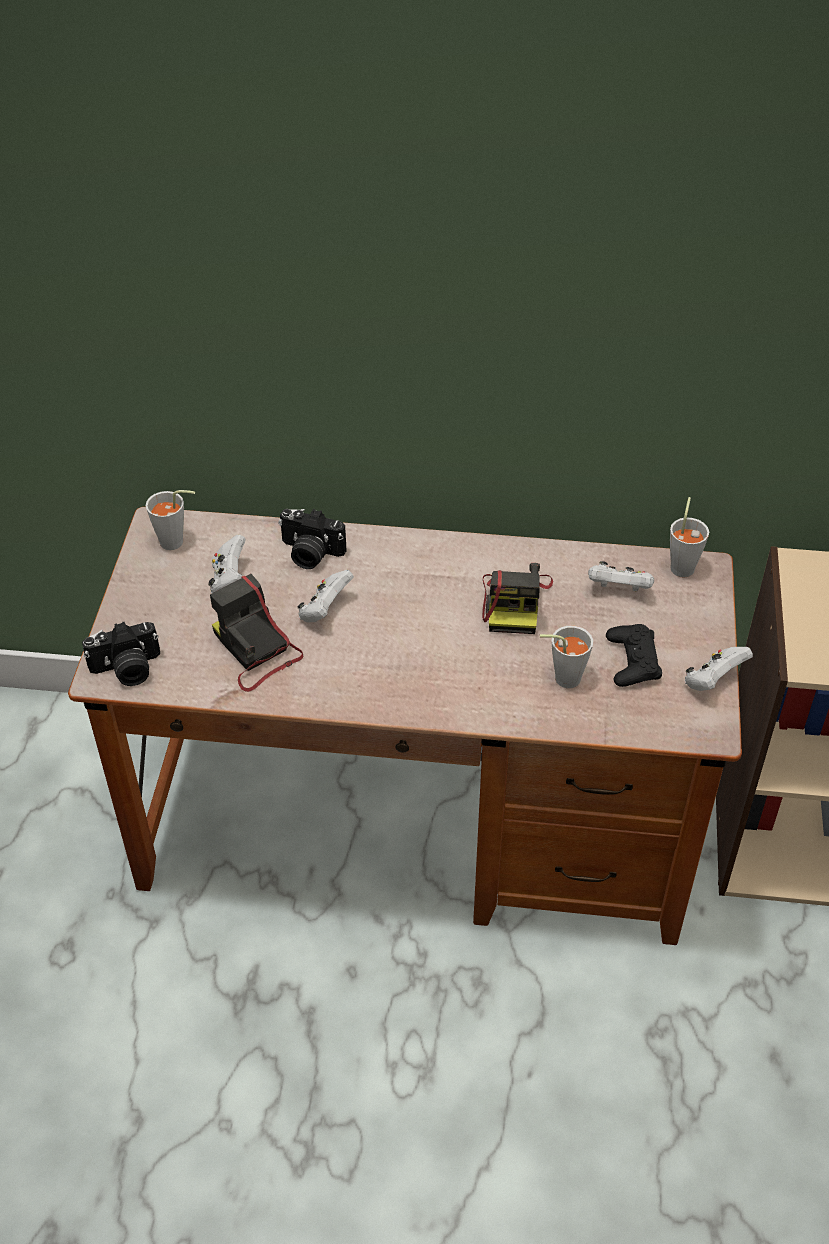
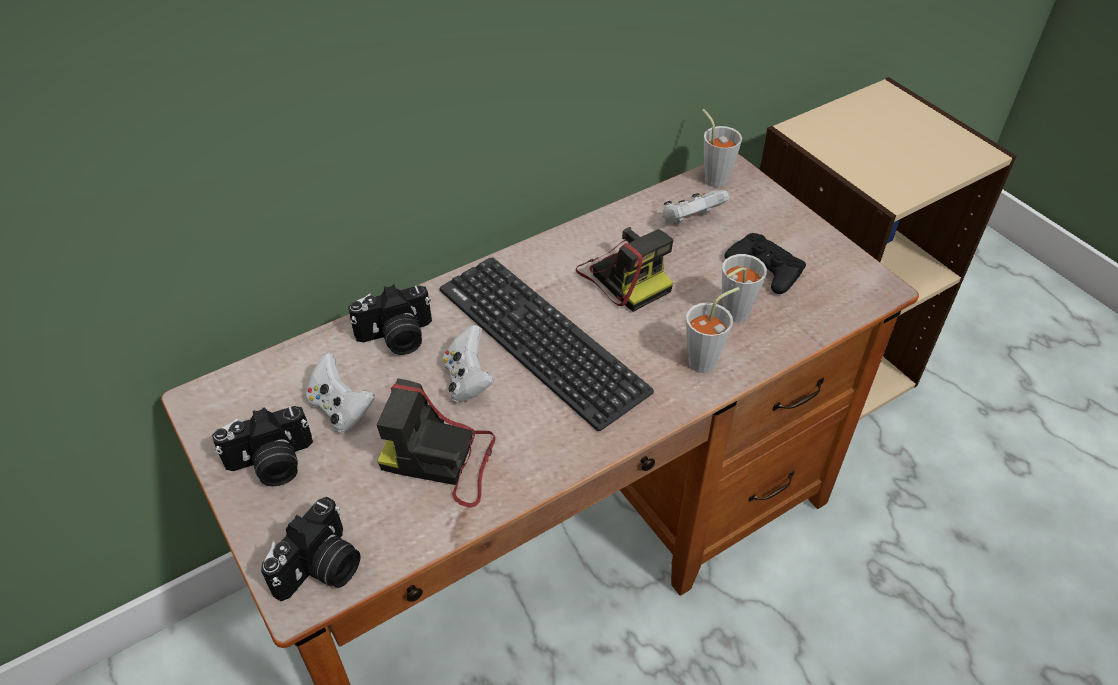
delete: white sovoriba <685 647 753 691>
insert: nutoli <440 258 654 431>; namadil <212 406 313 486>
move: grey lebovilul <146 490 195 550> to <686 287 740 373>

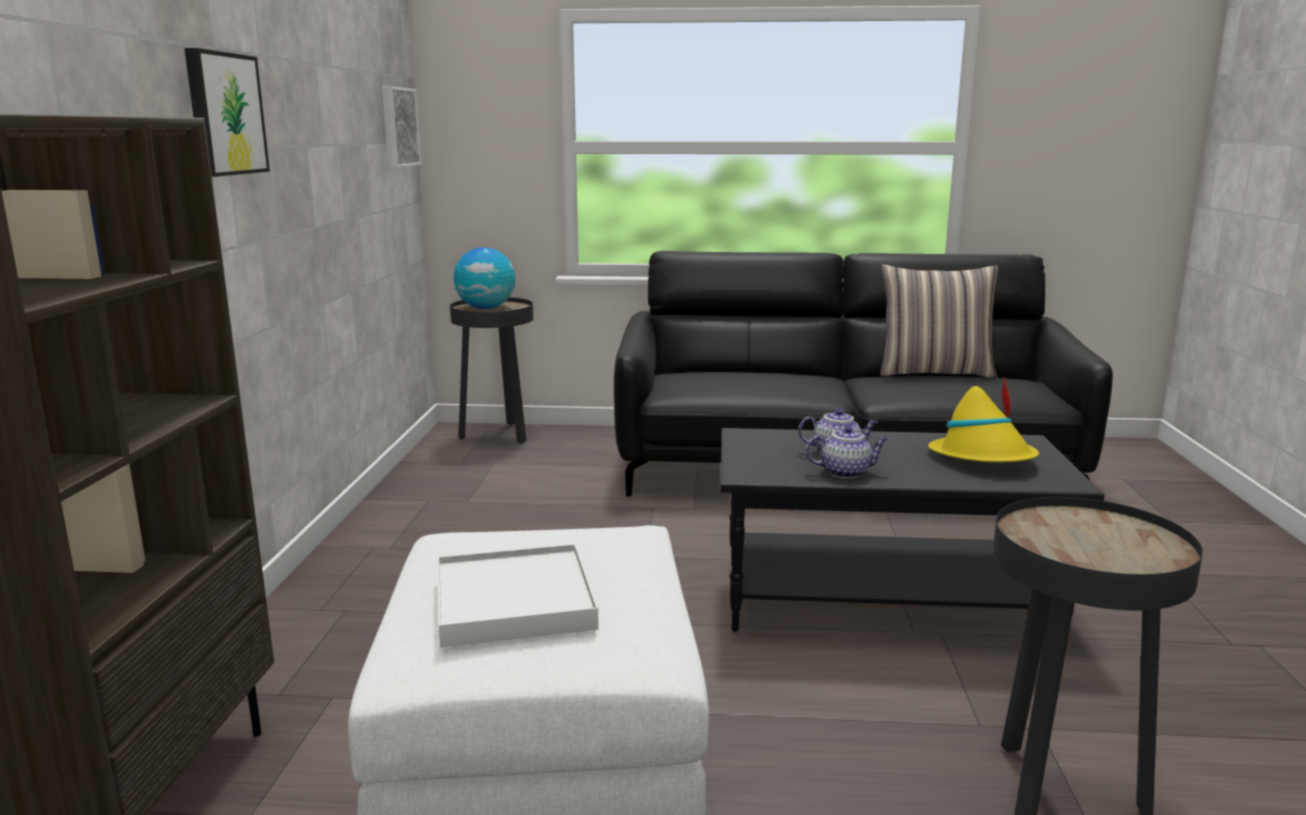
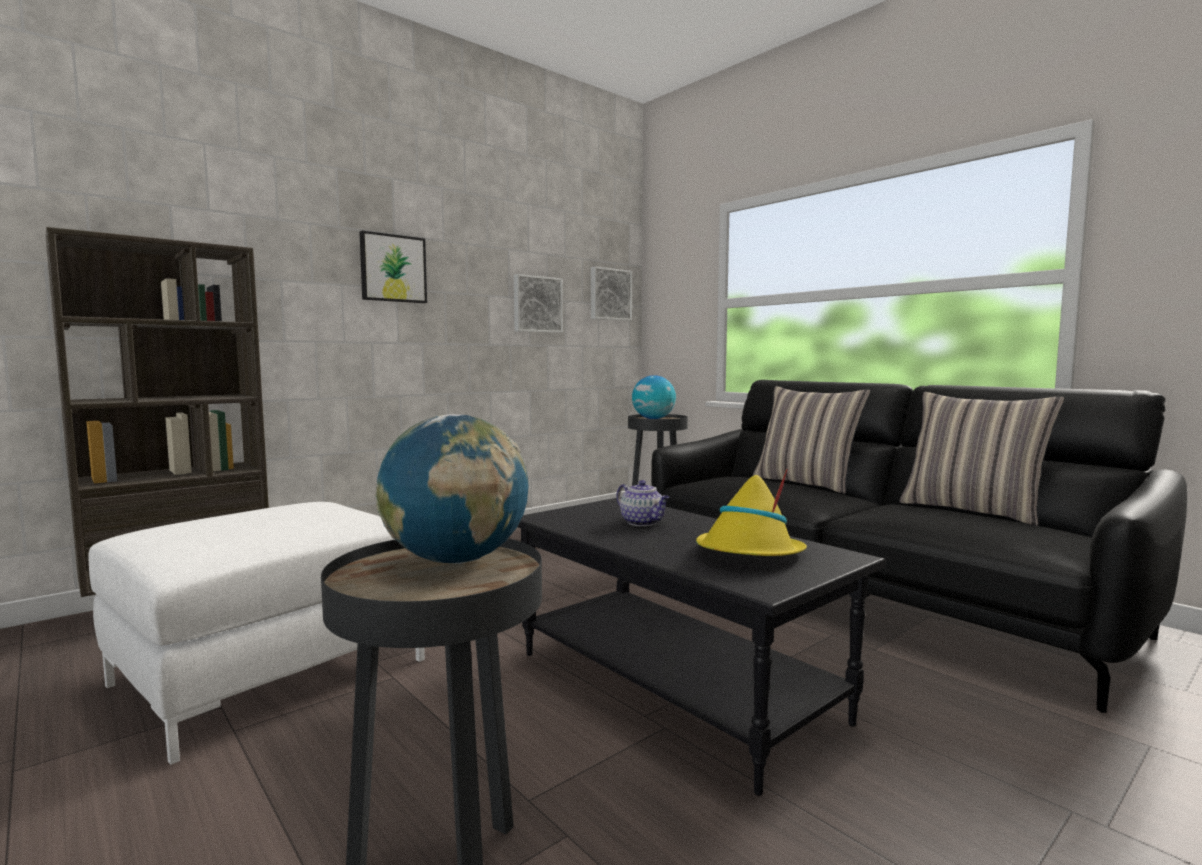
delete: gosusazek <806 426 888 478>; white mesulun <437 544 599 648>
insert: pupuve <514 274 563 333>; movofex <753 386 870 494>; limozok <375 414 529 564>

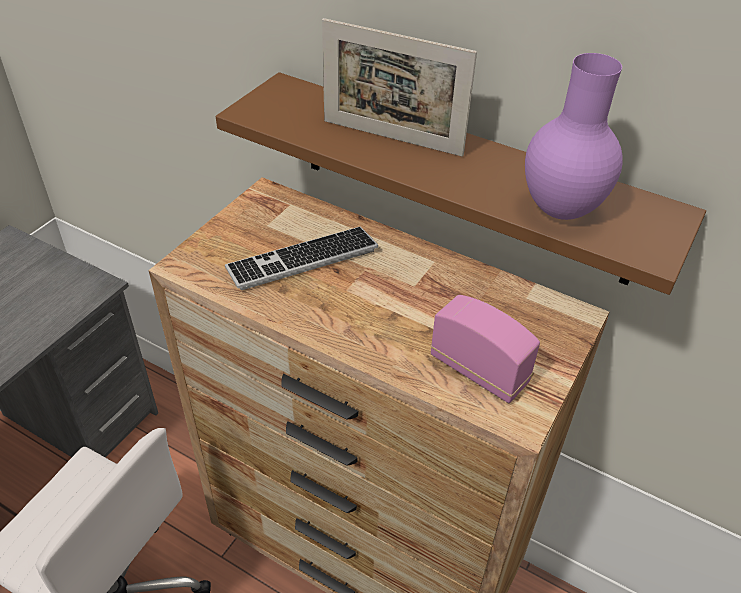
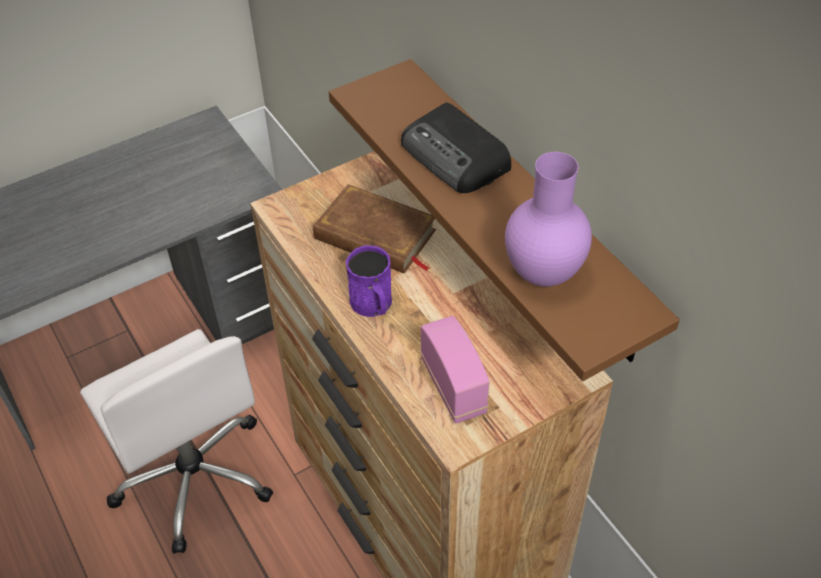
insert: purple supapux <345 245 392 317>
replace: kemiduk <322 18 477 157> to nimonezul <401 103 511 193>; nutoli <225 227 378 290> to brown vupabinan <313 184 436 273>

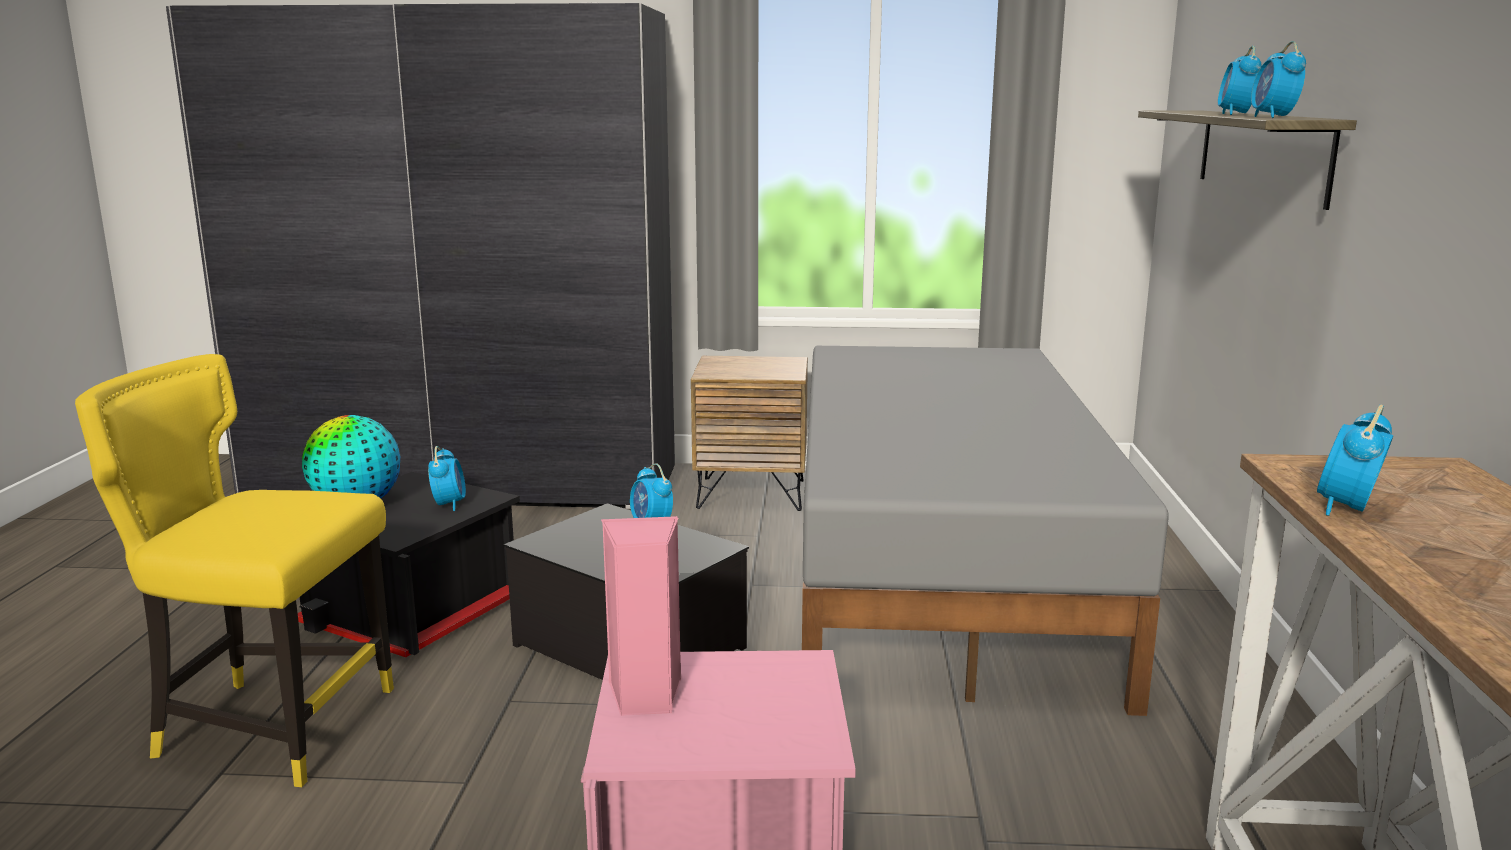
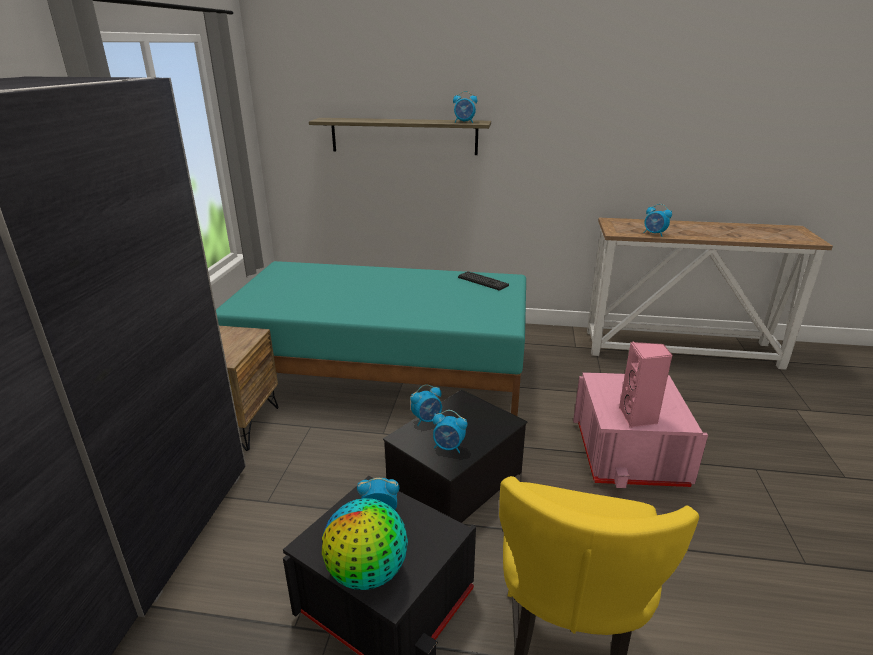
insert: nutoli <458 271 509 291>
move: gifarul <1218 46 1261 115> to <433 410 467 453>
recolor: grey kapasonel <802 346 1169 716> to turquoise kapasonel <216 261 526 416>

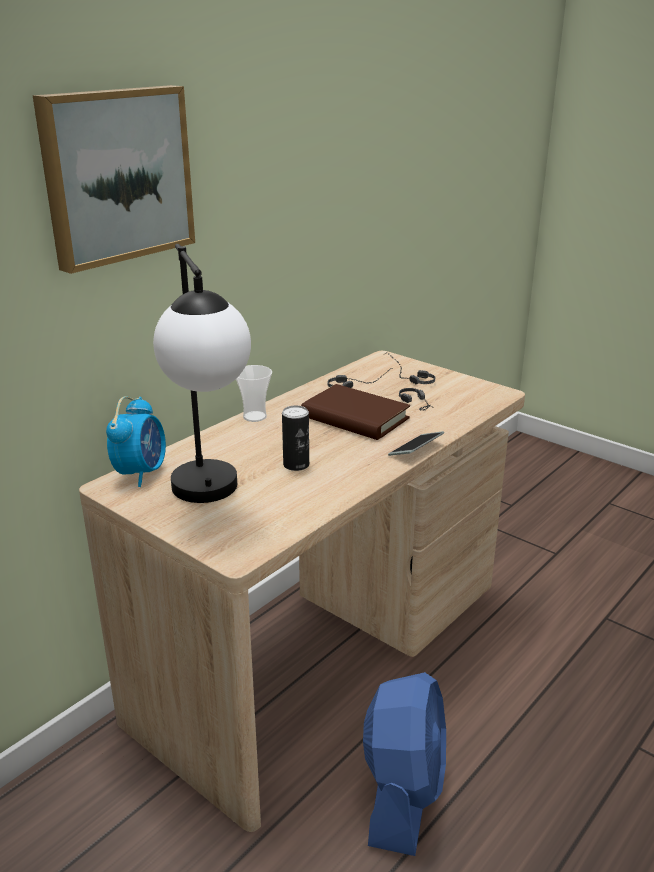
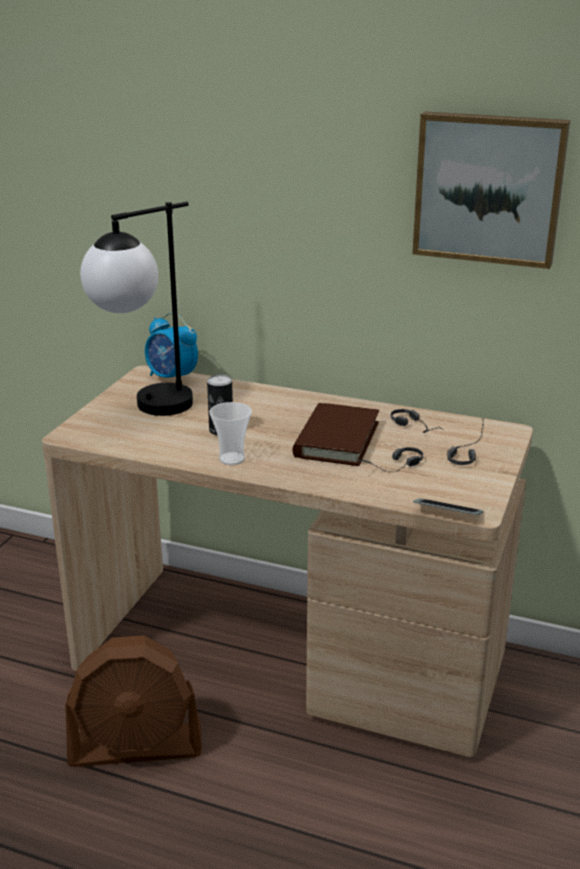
move: pupuve <33 85 195 274> to <412 111 570 269>; lebovilul <236 365 272 422> to <209 402 252 465>; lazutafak <388 431 444 456> to <413 498 484 515>
recolor: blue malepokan <363 672 446 856> to brown malepokan <65 635 202 767>
rotate: gifarul <106 396 166 487> = <145 312 198 378> 45 degrees clockwise

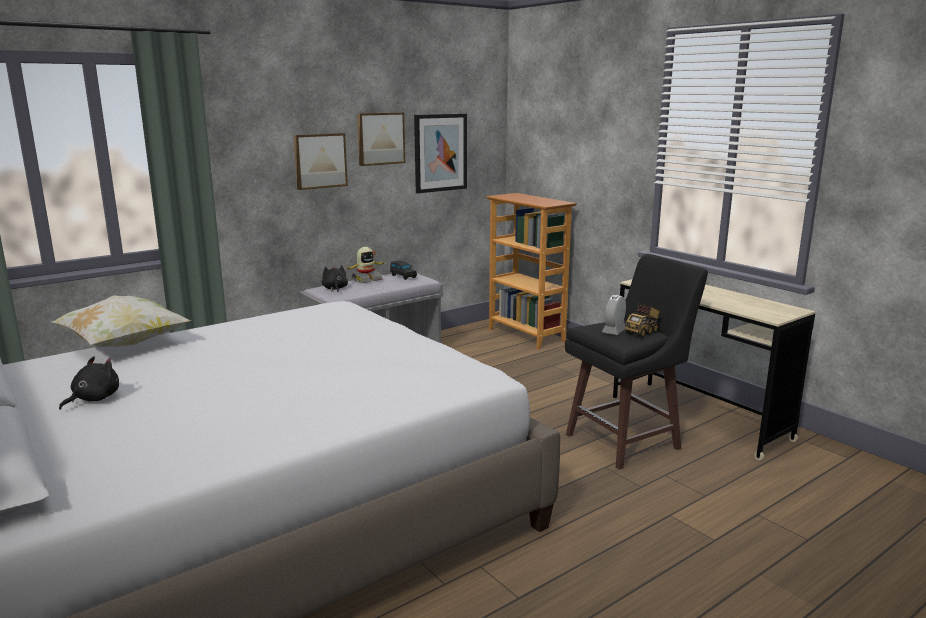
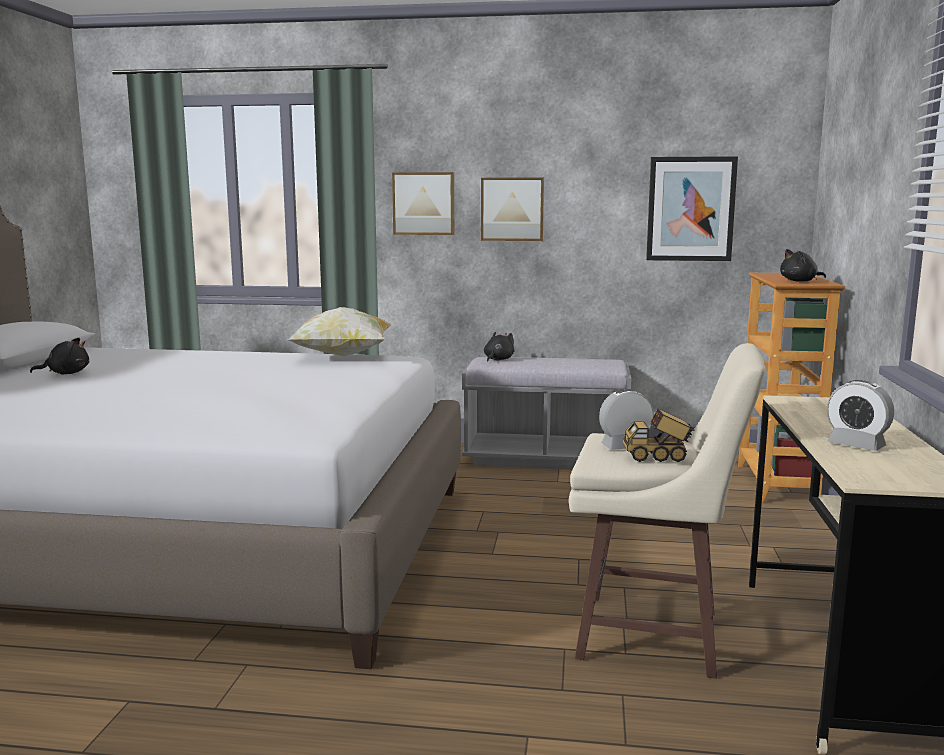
delete: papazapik <346 247 385 283>; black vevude <390 260 417 280>
insert: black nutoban <780 249 826 282>; gifarul <827 380 894 451>
move: pupuve <357 112 405 166> to <392 172 454 235>; movofex <51 295 191 347> to <288 307 393 356>
recolor: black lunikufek <565 254 708 470> to beige lunikufek <569 343 766 679>

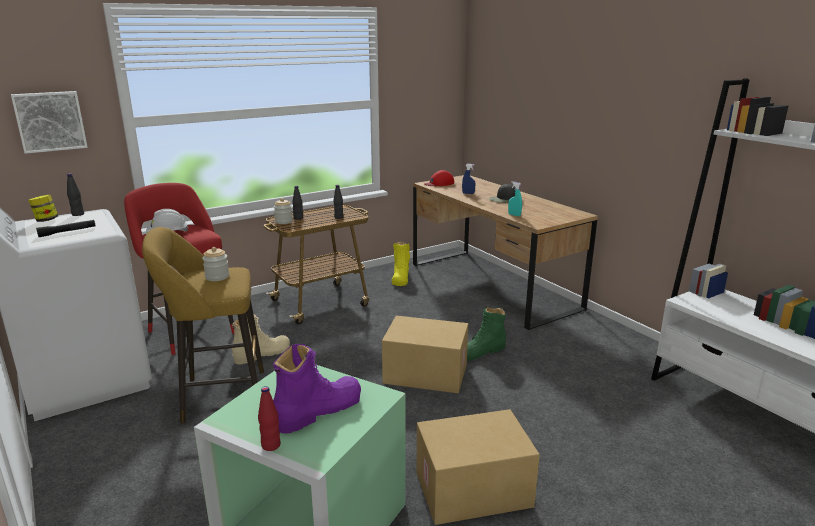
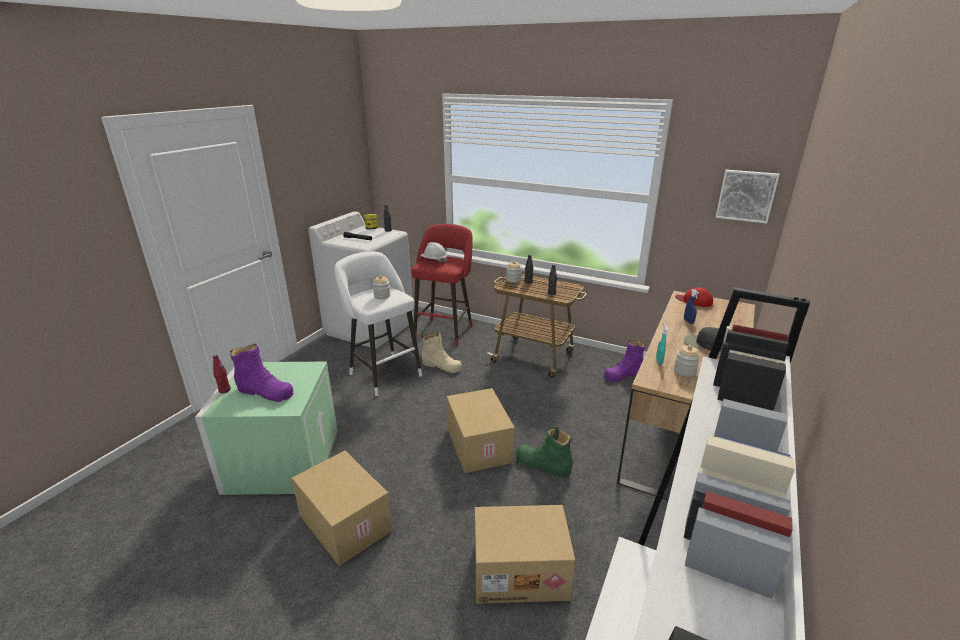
insert: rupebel <674 345 700 377>; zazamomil <475 505 575 604>
move: pupuve <11 91 88 154> to <715 170 780 224>
recolor: yellow lunikufek <142 227 264 423> to white lunikufek <334 251 422 396>; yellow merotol <392 241 410 286> to purple merotol <604 340 645 382>

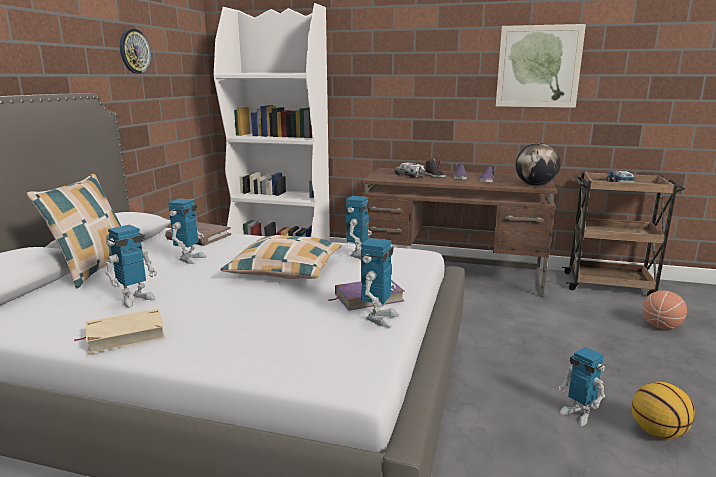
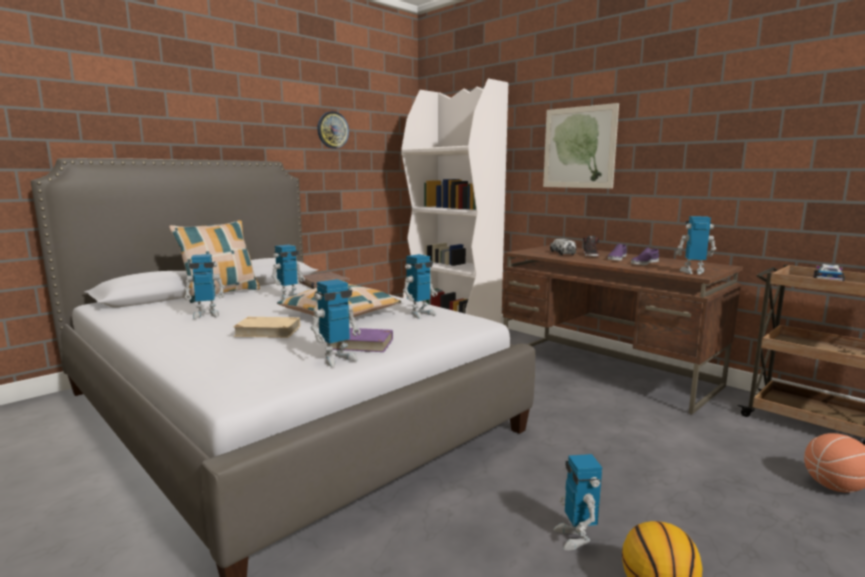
move: pupuve <496 24 586 108> to <543 103 619 189>; beige vupabinan <74 309 165 354> to <233 317 300 338>
replace: limozok <515 143 561 186> to papazapik <676 216 716 274>

